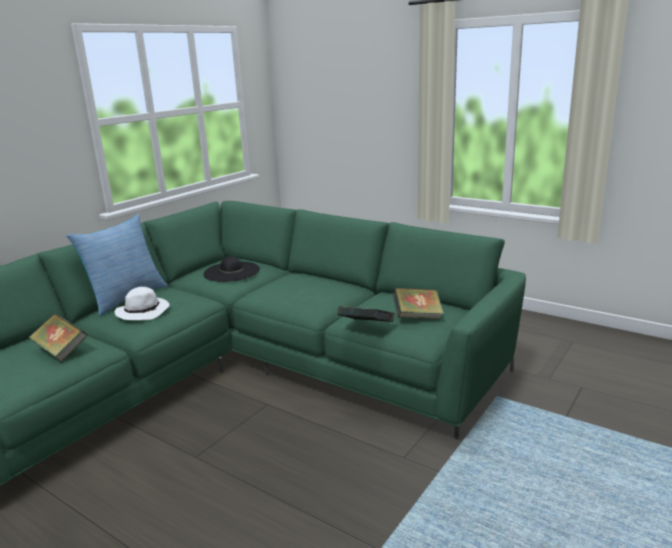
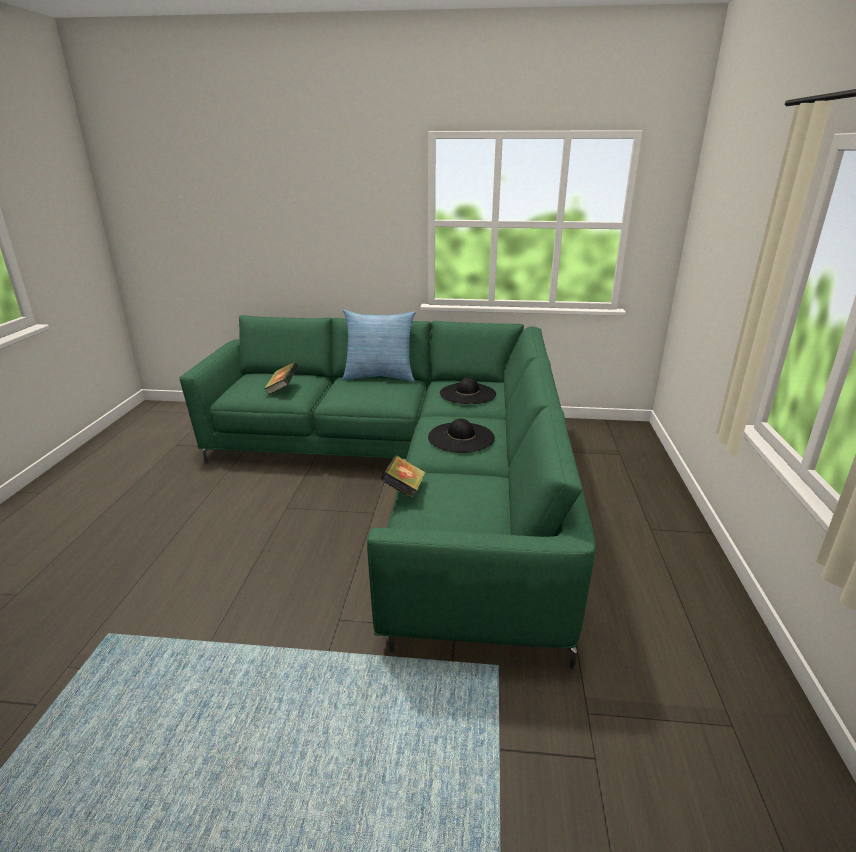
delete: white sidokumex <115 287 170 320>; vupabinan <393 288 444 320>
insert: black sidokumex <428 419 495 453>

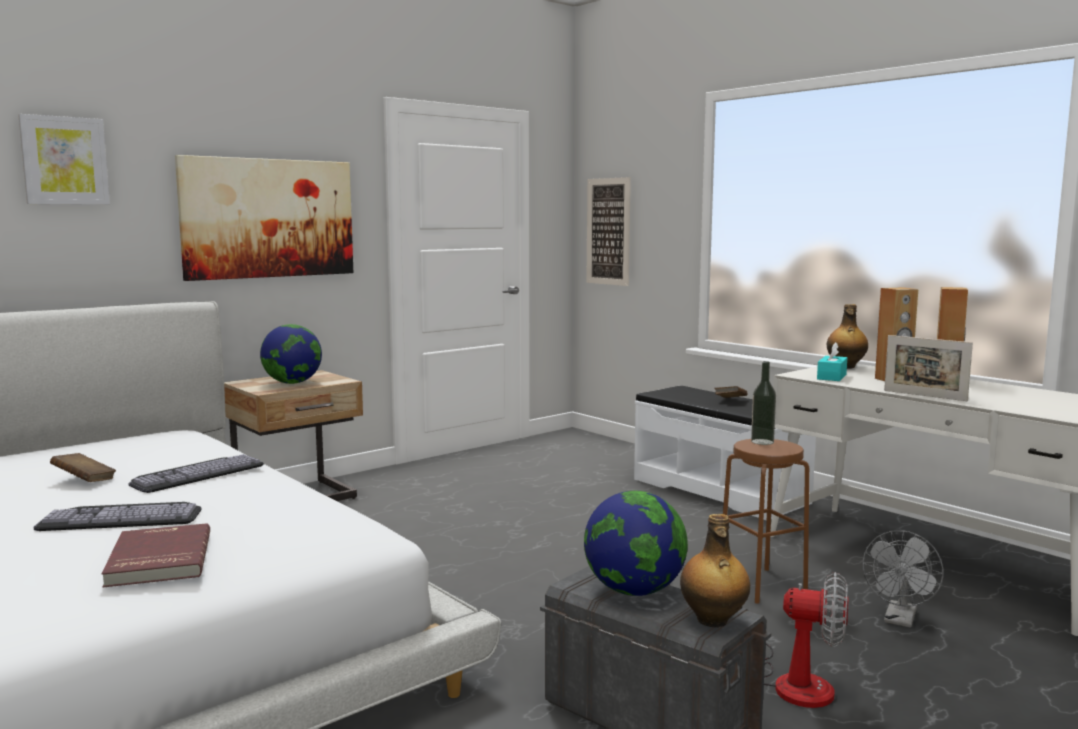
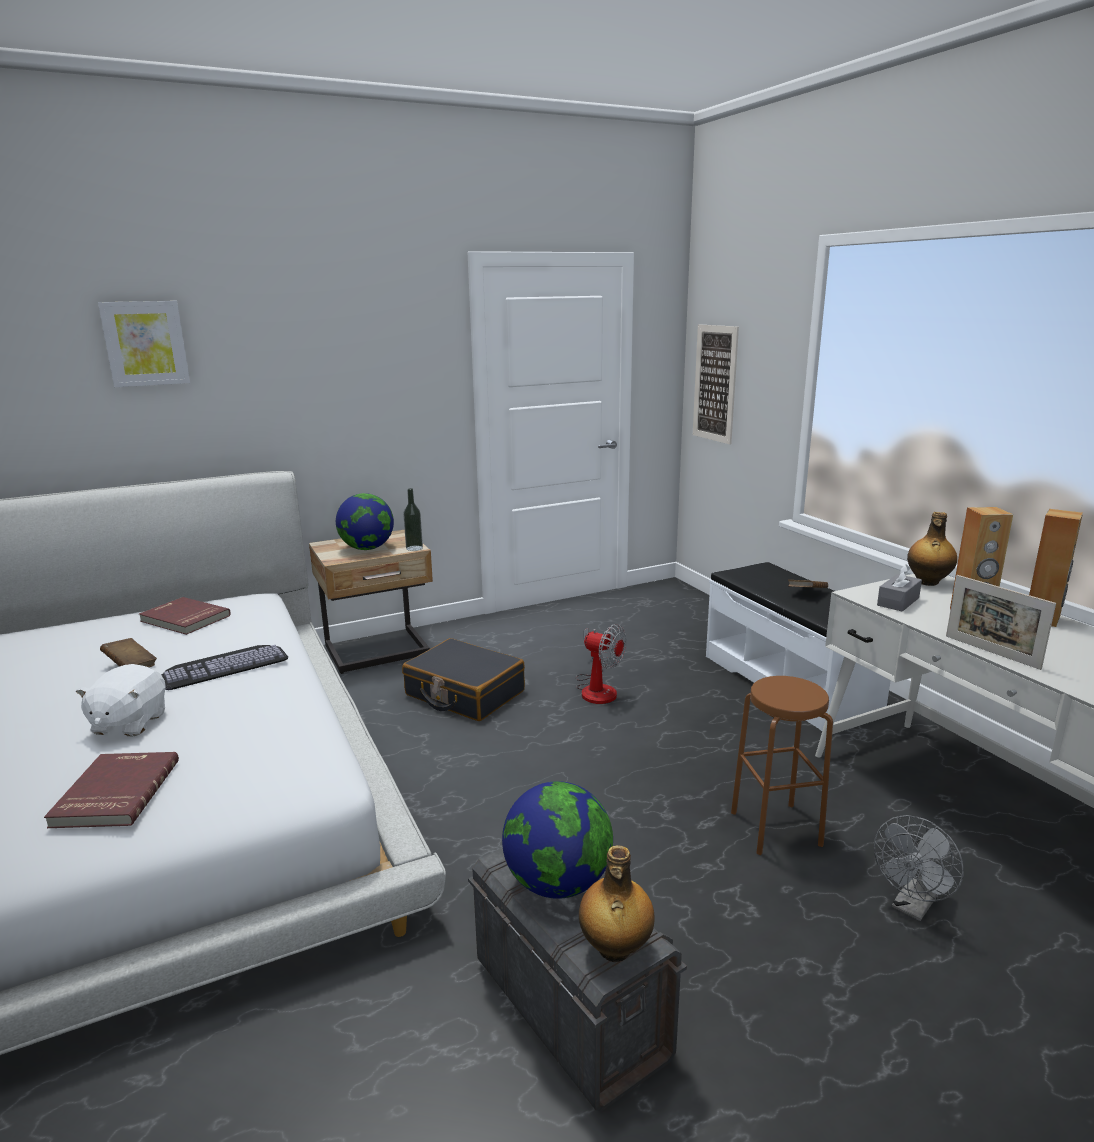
delete: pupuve <175 155 353 281>
insert: red vupabinan <139 597 231 635>; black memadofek <402 638 525 721>
move: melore <751 361 776 445> to <403 488 423 551>; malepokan <740 572 848 708> to <576 624 626 704>
replace: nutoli <33 502 202 531> to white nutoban <76 664 166 737>
recolor: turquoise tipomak <817 342 847 381> to grey tipomak <877 564 922 612>

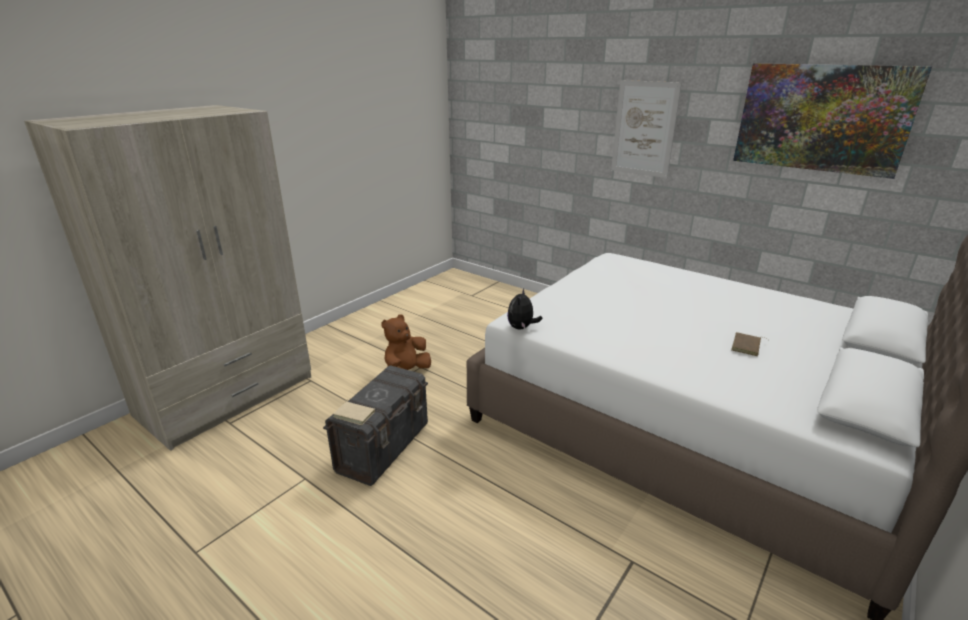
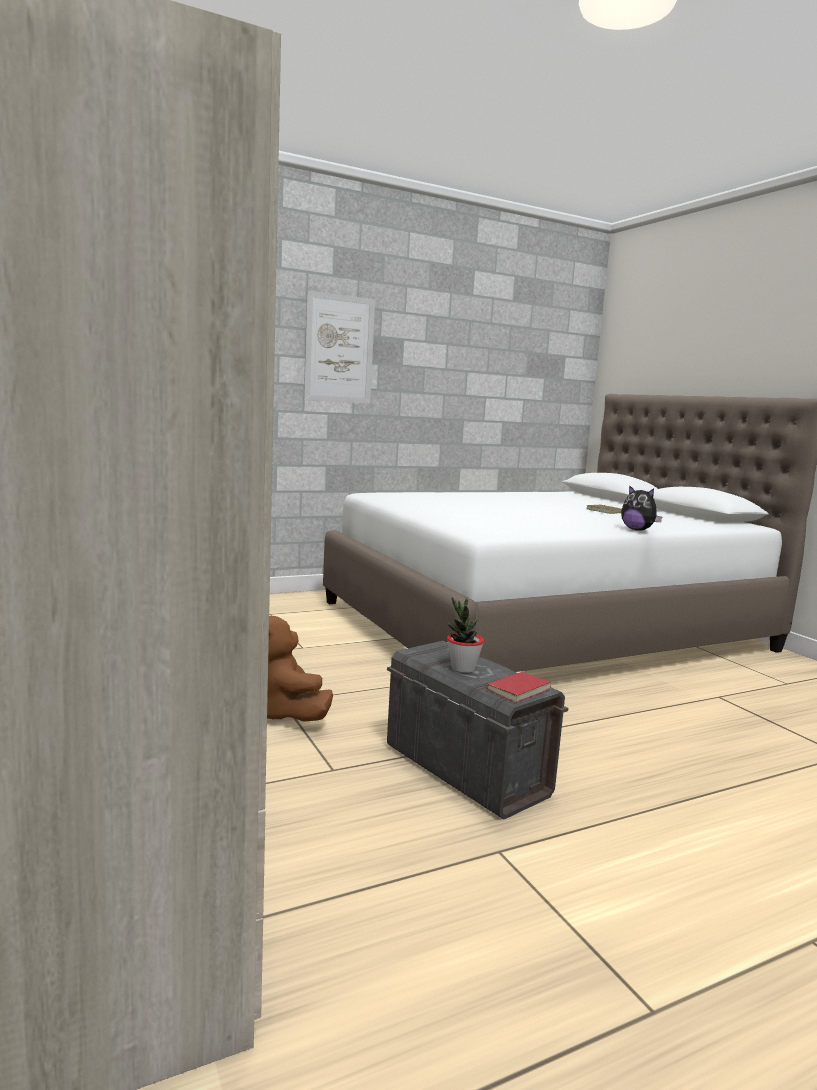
delete: pupuve <733 63 932 179>
insert: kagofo <447 597 484 673>
move: nutoban <507 289 543 330> to <621 485 662 531>
recolor: beige vupabinan <333 398 375 425> to red vupabinan <477 672 551 702>

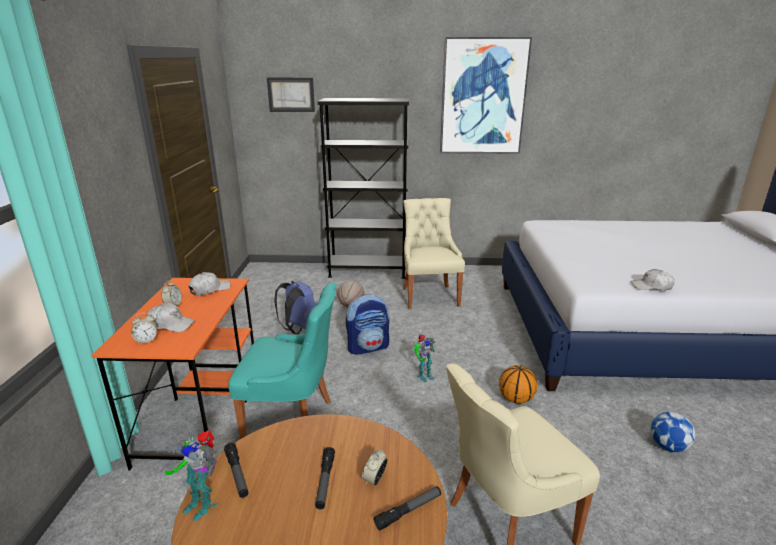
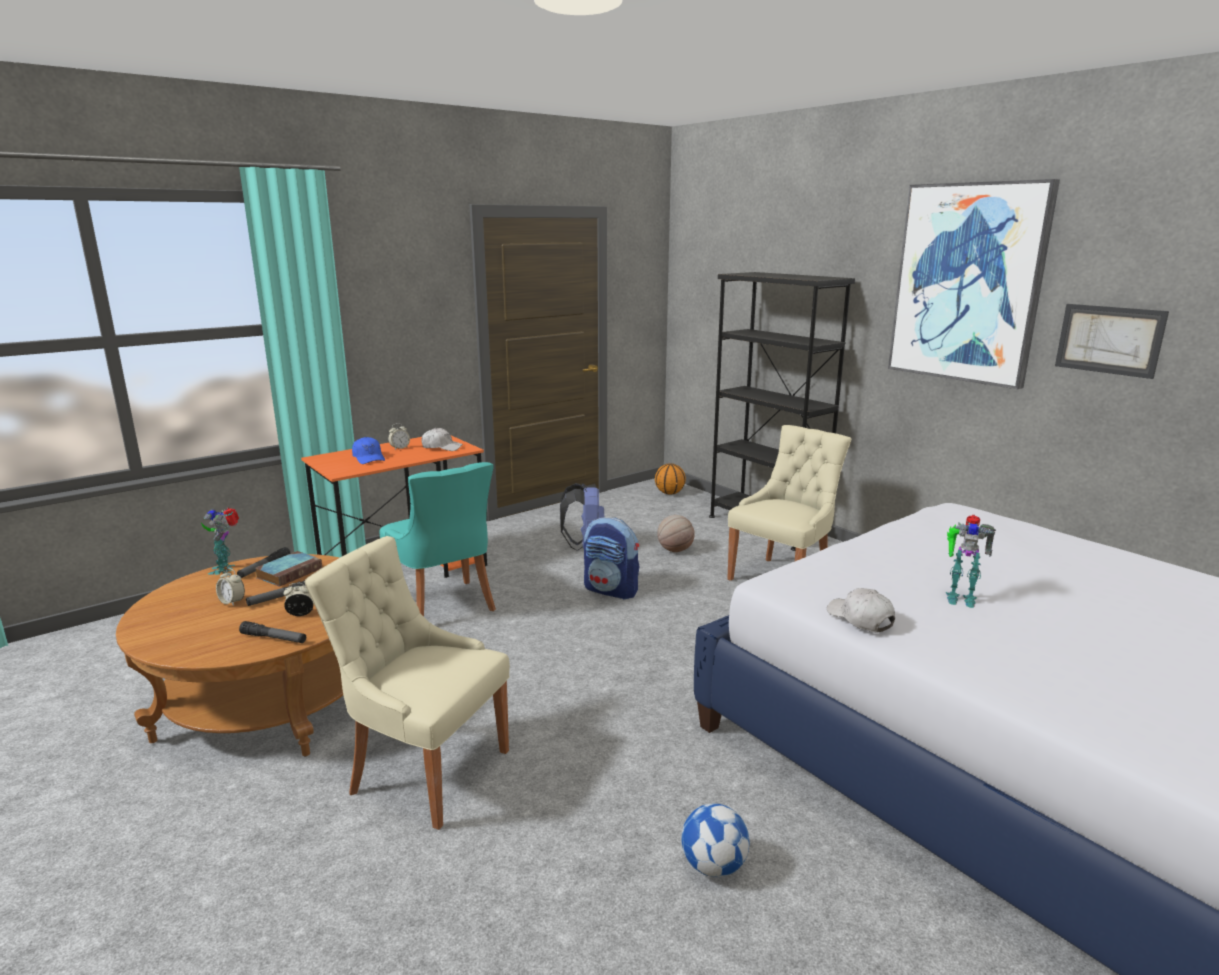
insert: vupabinan <255 551 322 587>
move: pupuve <267 78 315 112> to <1055 304 1169 379>; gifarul <131 313 157 344> to <216 568 245 606>; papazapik <414 334 436 382> to <946 514 996 608>; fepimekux <499 365 538 404> to <655 463 686 495>
recolor: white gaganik <147 303 195 332> to blue gaganik <352 437 385 464>

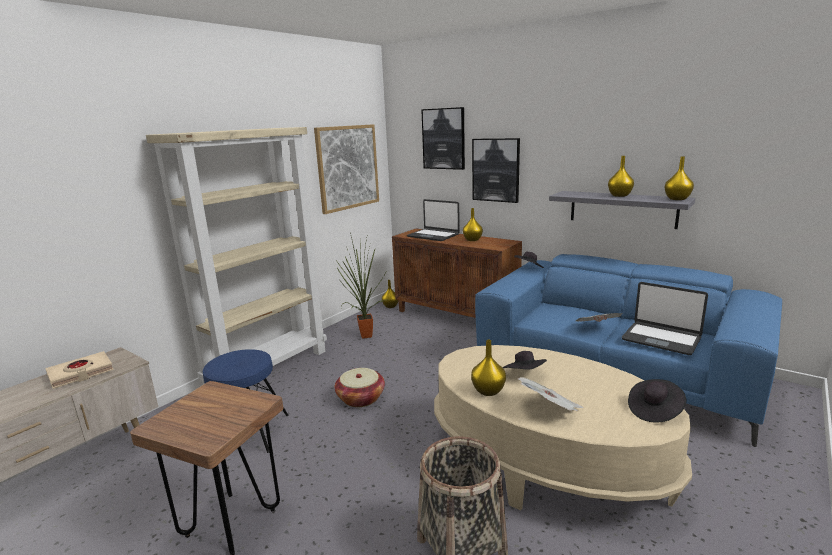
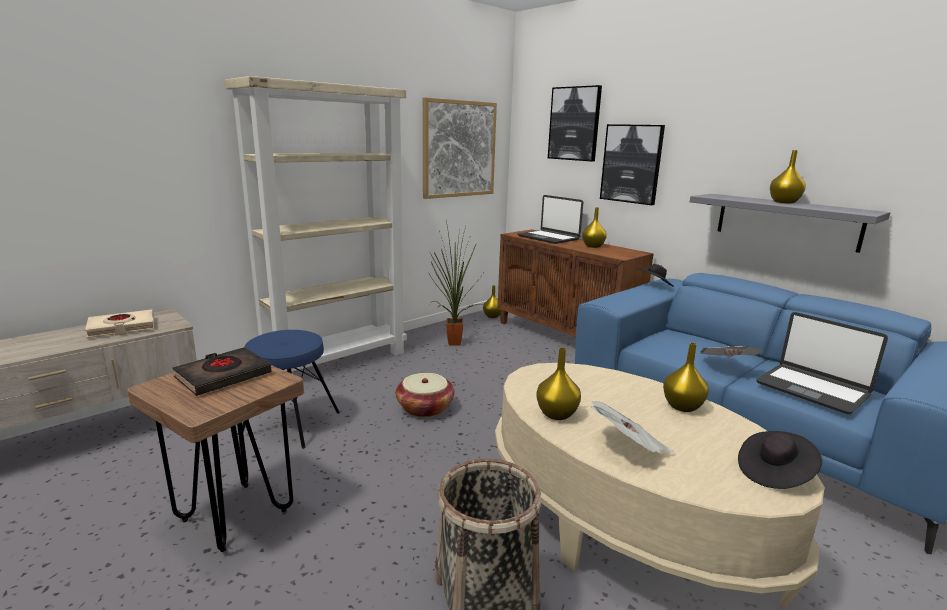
delete: black sidokumex <502 351 547 369>
insert: black vupabinan <173 347 272 396>
move: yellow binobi <665 156 694 200> to <663 343 709 412>

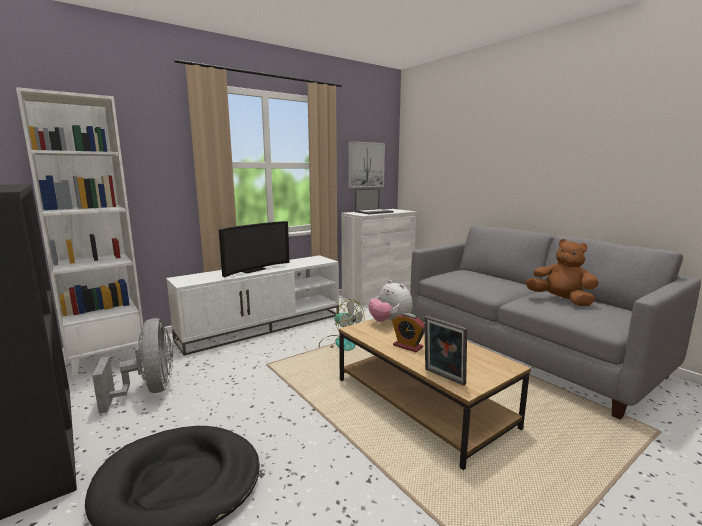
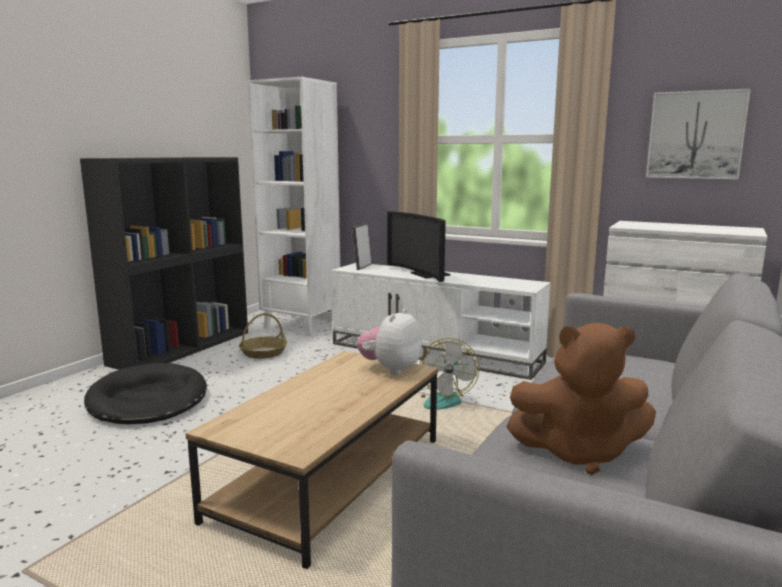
delete: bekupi <355 188 394 214>; gifarul <392 313 425 352>
move: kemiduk <424 316 467 386> to <352 223 372 270>
replace: grey malepokan <92 318 173 414> to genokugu <239 313 287 359>
rotate: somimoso <219 221 289 277> = <387 211 450 282> 45 degrees clockwise; brown nutoban <526 239 599 306> = <506 323 656 475> 75 degrees clockwise

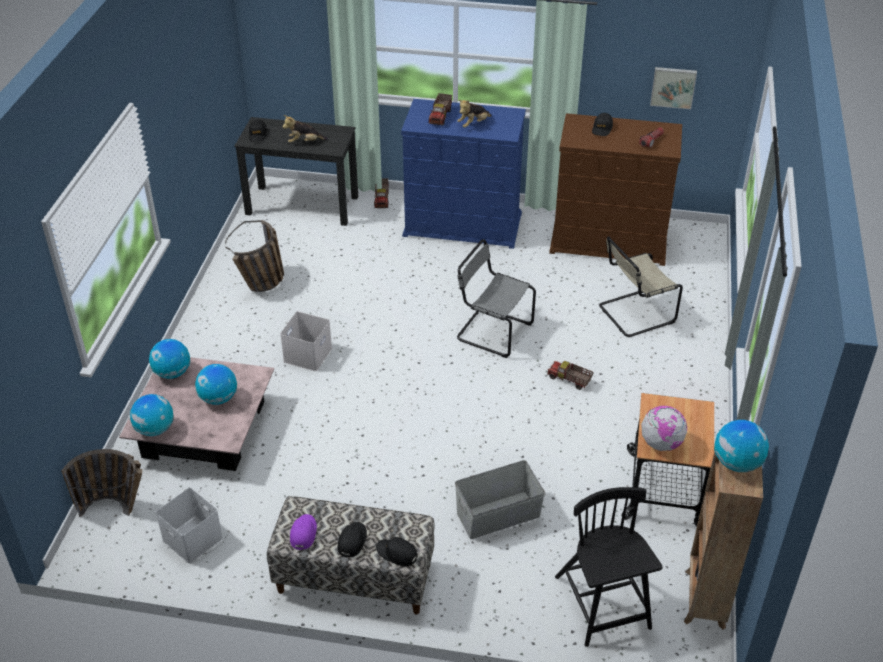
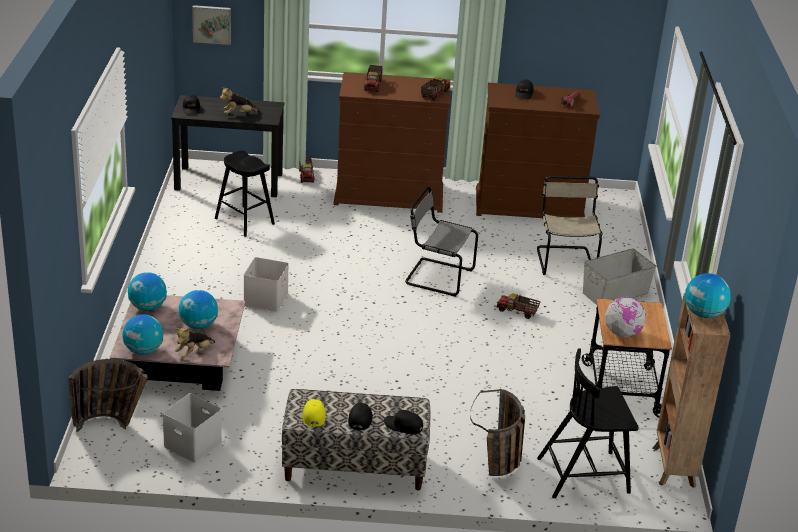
insert: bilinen <421 77 450 101>; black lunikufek <215 150 275 237>
move: pupuve <650 67 697 109> to <192 5 231 45>; nutoban <457 100 492 128> to <175 328 215 358>; genokugu <225 220 284 292> to <470 389 525 476>; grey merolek <455 460 545 539> to <583 248 656 305>
recolor: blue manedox <401 99 526 249> to brown manedox <333 72 450 213>; purple gaganik <290 514 317 550> to yellow gaganik <302 399 326 427>
rotate: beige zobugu <599 236 683 337> = <537 176 602 275> 120 degrees clockwise; black zobugu <555 487 663 647> = <537 348 639 498> 75 degrees counterclockwise

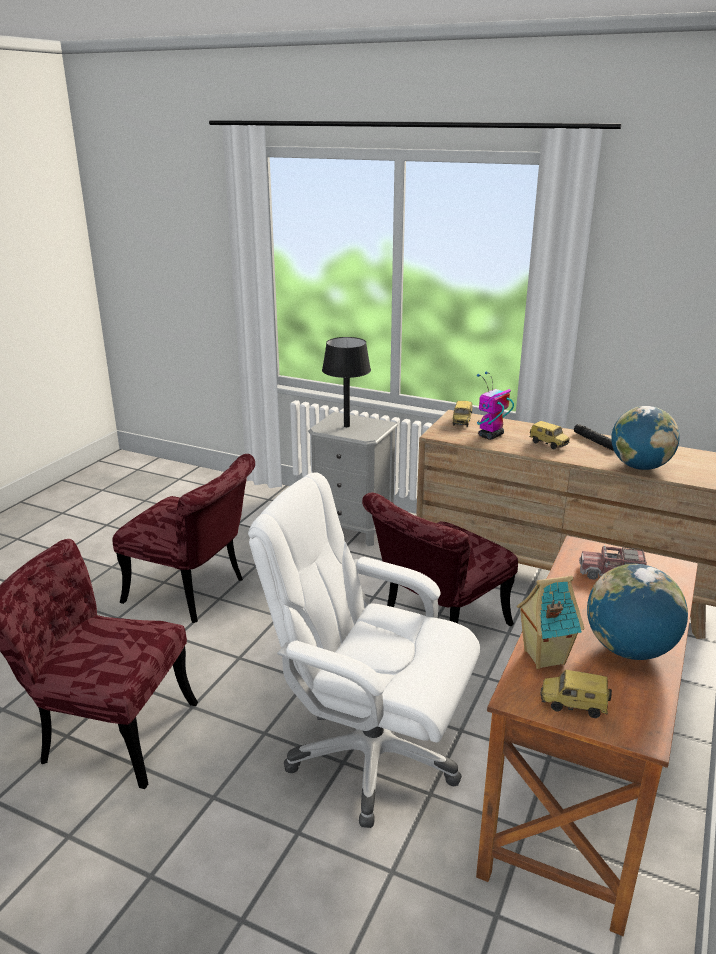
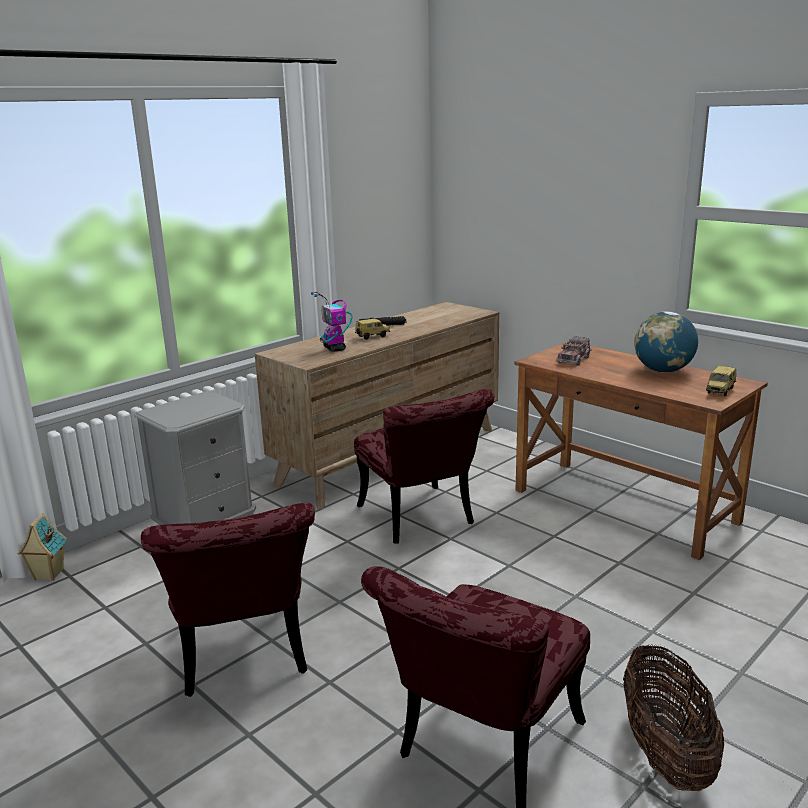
delete: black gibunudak <322 337 371 427>; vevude <452 401 472 427>; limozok <611 406 680 470>; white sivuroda <248 472 480 828>
insert: genokugu <623 644 724 791>
move: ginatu <517 576 584 669> to <18 513 67 581>
rotate: red zobugu <112 454 255 623> = <141 503 315 697> 120 degrees clockwise

